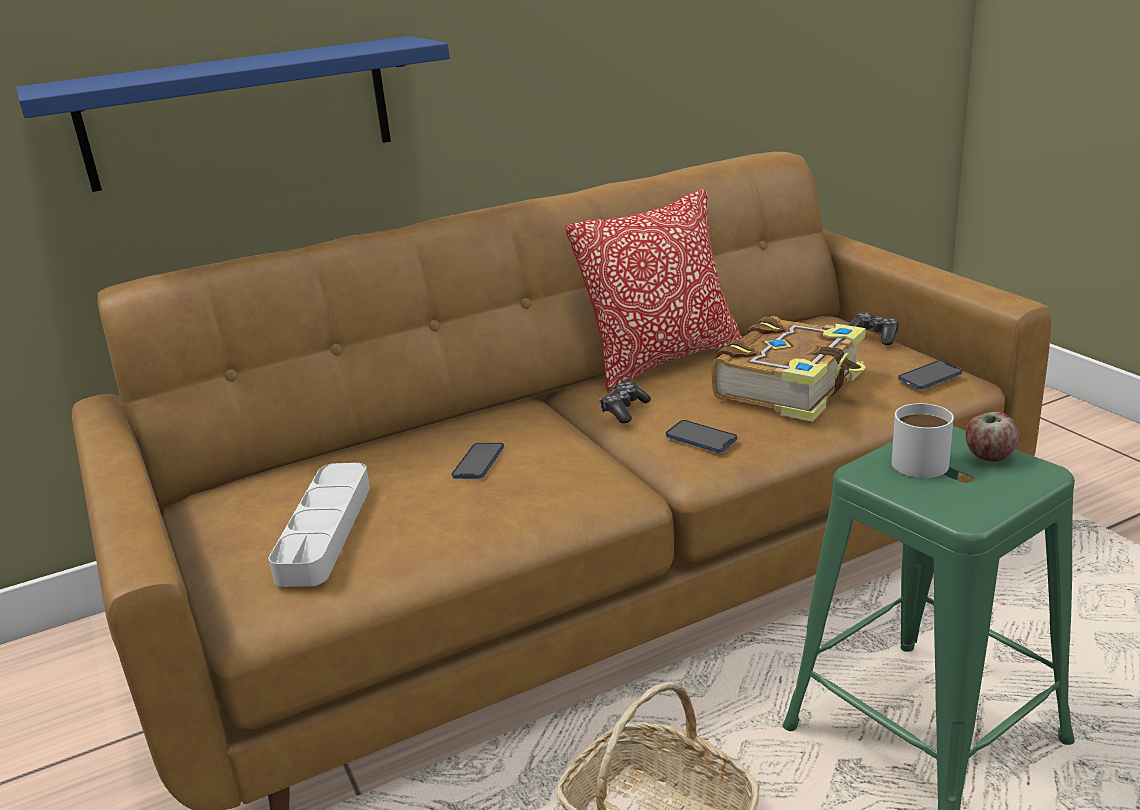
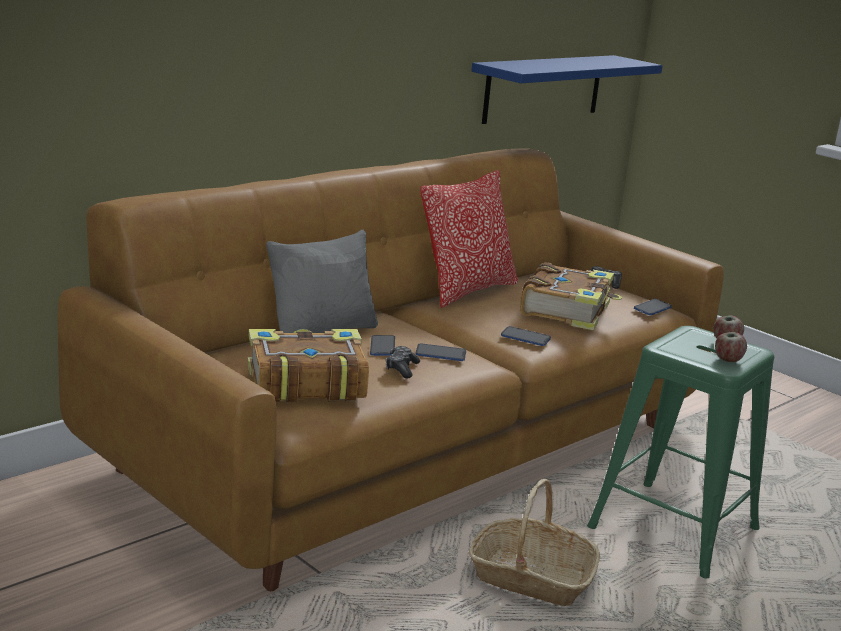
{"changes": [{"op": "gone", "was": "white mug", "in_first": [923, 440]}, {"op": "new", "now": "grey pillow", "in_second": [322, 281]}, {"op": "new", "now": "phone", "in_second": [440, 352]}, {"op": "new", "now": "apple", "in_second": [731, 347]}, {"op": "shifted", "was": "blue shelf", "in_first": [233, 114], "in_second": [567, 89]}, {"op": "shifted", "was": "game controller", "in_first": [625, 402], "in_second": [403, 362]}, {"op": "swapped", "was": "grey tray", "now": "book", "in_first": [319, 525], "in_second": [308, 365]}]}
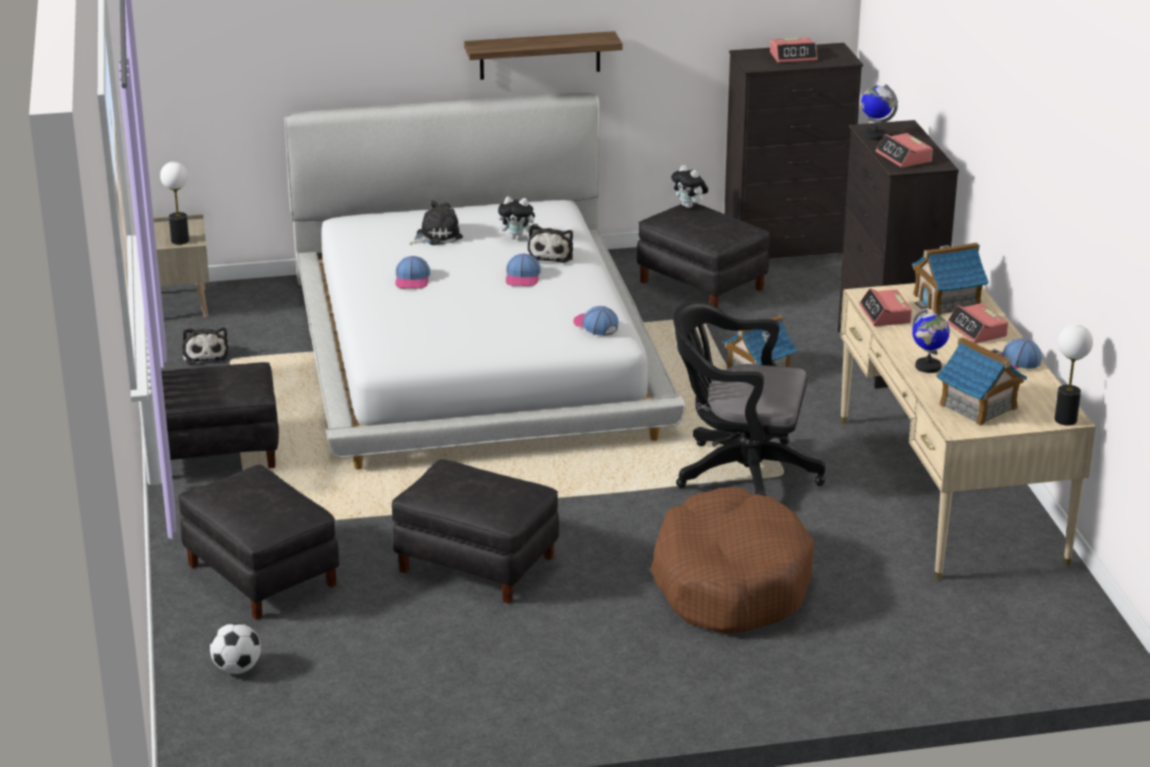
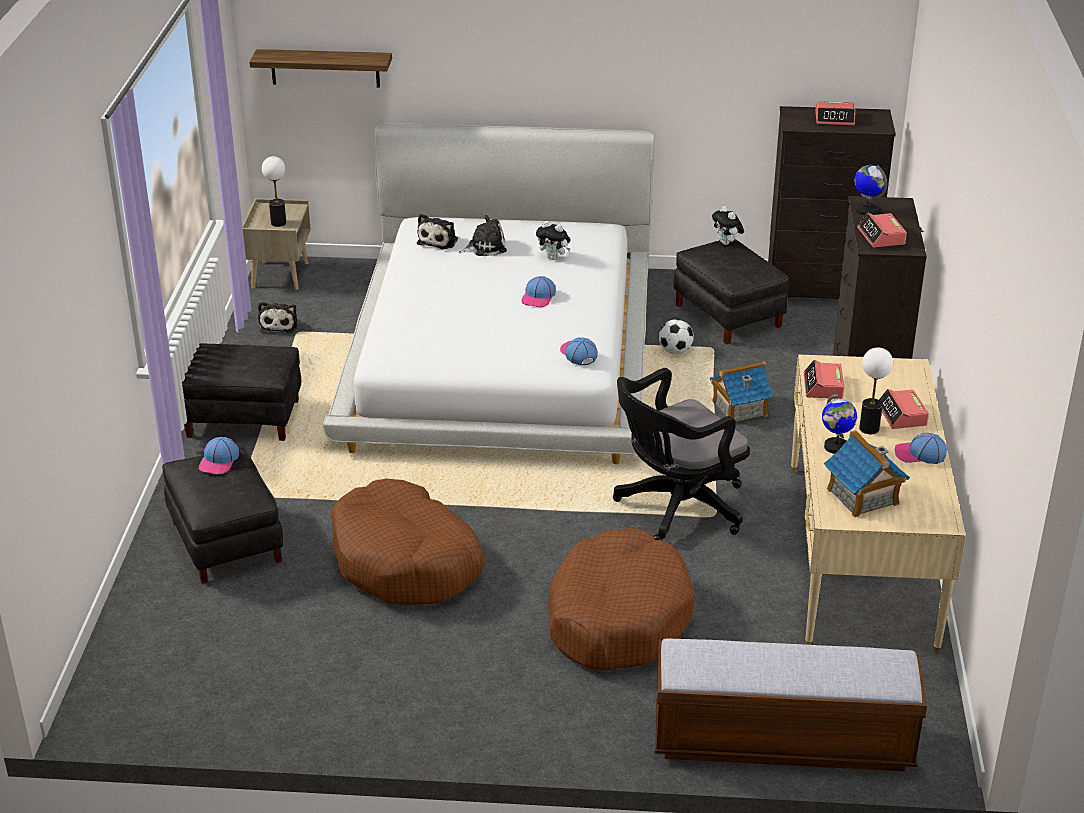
{"changes": [{"op": "gone", "was": "toy house", "in_first": [950, 278]}, {"op": "new", "now": "bench", "in_second": [791, 705]}, {"op": "shifted", "was": "football", "in_first": [235, 648], "in_second": [676, 336]}, {"op": "shifted", "was": "cap", "in_first": [412, 272], "in_second": [219, 455]}, {"op": "shifted", "was": "shelf", "in_first": [543, 55], "in_second": [320, 68]}, {"op": "shifted", "was": "plush toy", "in_first": [550, 243], "in_second": [437, 232]}, {"op": "shifted", "was": "table lamp", "in_first": [1073, 374], "in_second": [876, 390]}, {"op": "swapped", "was": "black ottoman", "now": "brown dog bed", "in_first": [475, 531], "in_second": [408, 541]}, {"op": "rotated", "was": "black office chair", "in_first": [749, 398], "in_second": [681, 454], "clockwise": -60}]}
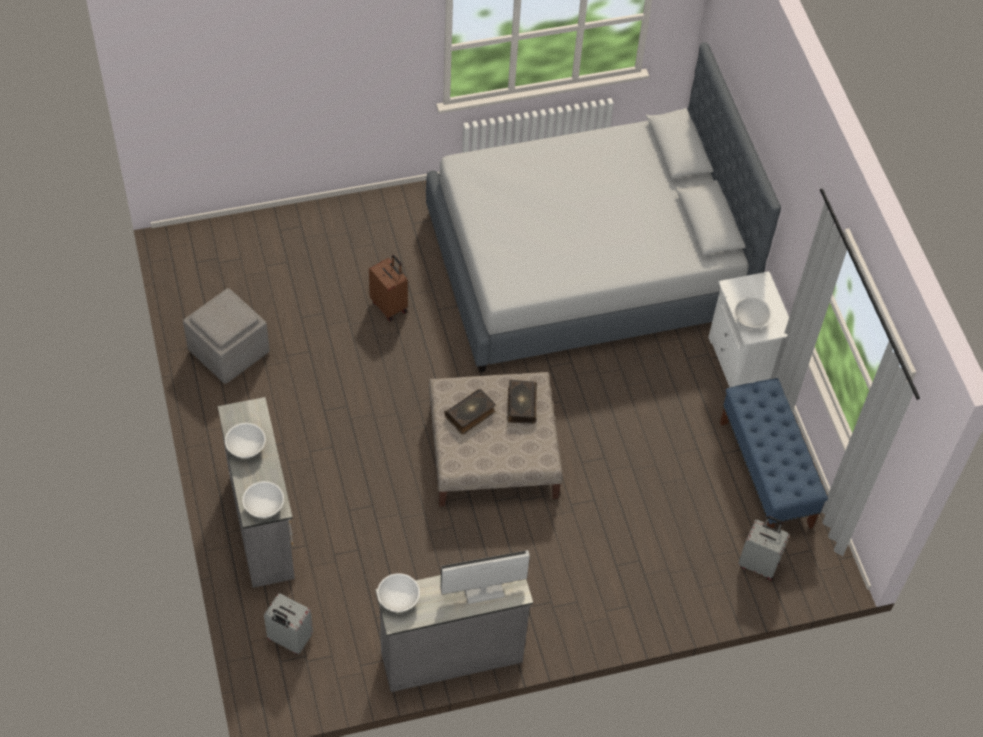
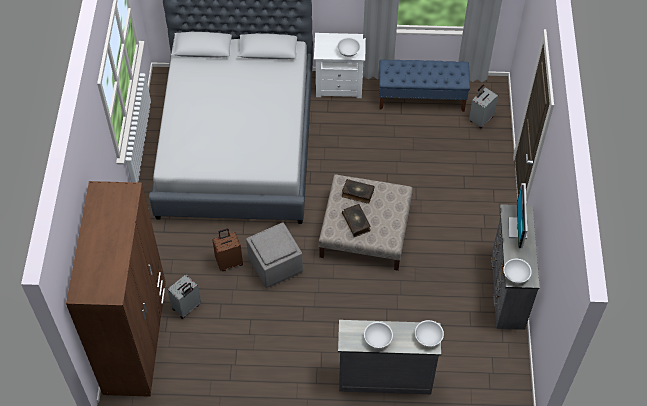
{"changes": [{"op": "new", "now": "brown wardrobe", "in_second": [116, 289]}, {"op": "shifted", "was": "grey ottoman", "in_first": [226, 336], "in_second": [274, 255]}, {"op": "shifted", "was": "grey suitcase", "in_first": [288, 623], "in_second": [184, 297]}]}
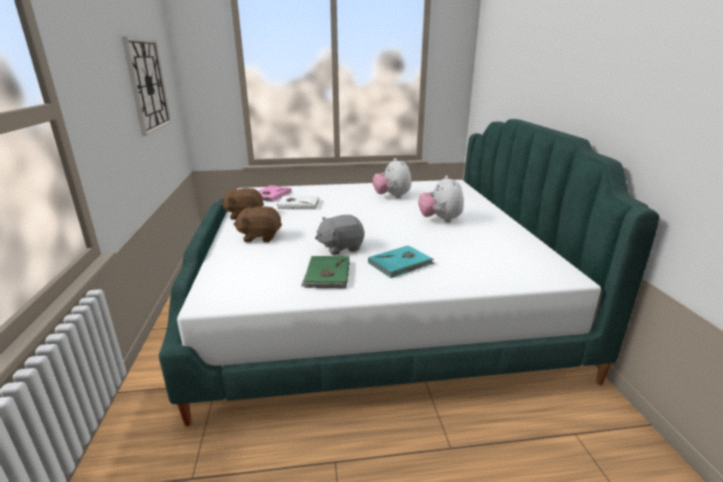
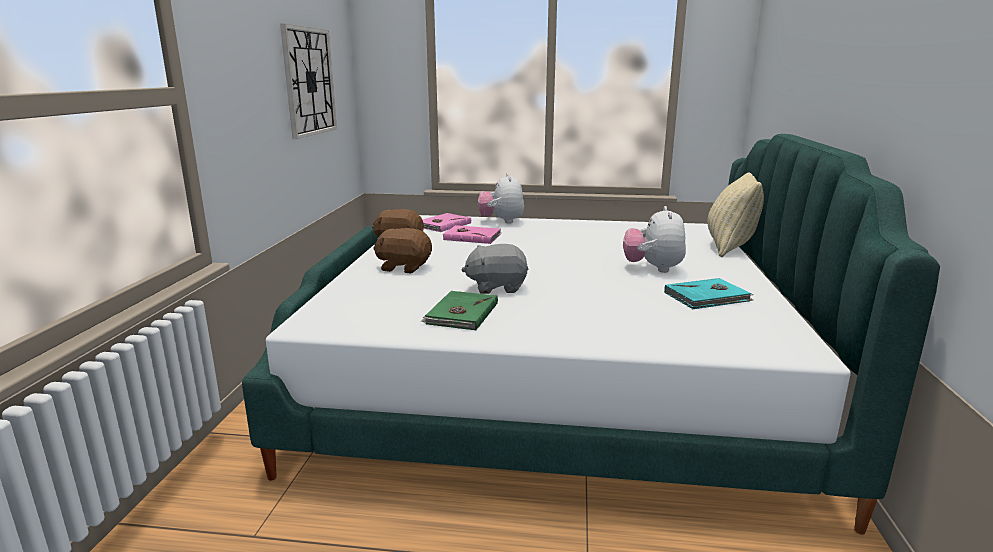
{"changes": [{"op": "new", "now": "beige pillow", "in_second": [735, 215]}, {"op": "shifted", "was": "turquoise book", "in_first": [401, 261], "in_second": [709, 293]}, {"op": "shifted", "was": "plush toy", "in_first": [392, 178], "in_second": [501, 198]}, {"op": "repainted", "was": "white book", "now": "pink book", "in_first": [298, 202], "in_second": [472, 234]}]}
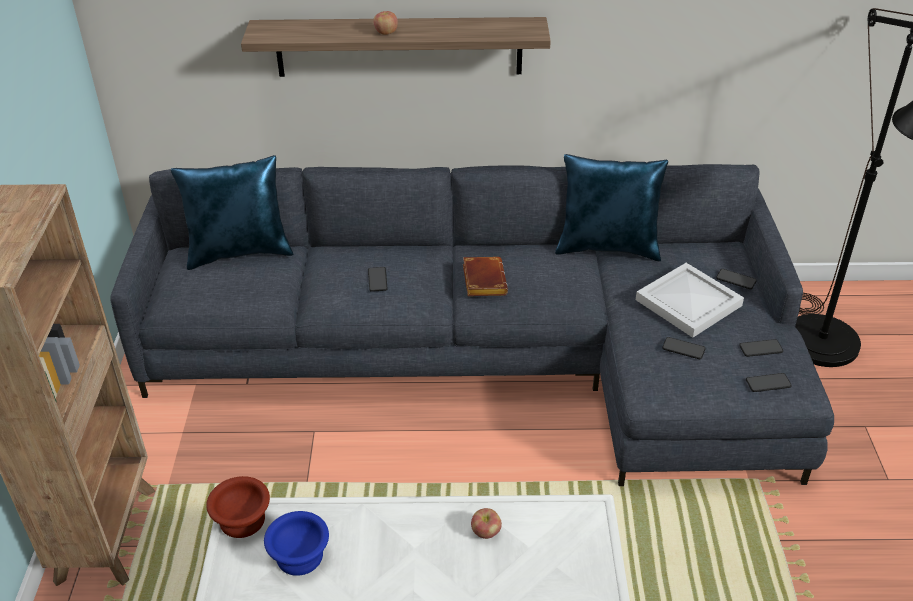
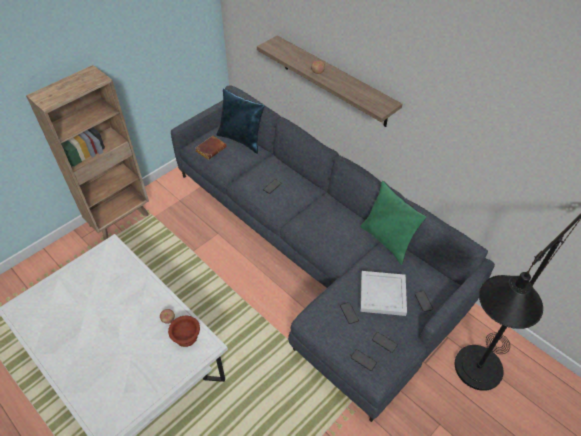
{"changes": [{"op": "gone", "was": "blue bowl", "in_first": [296, 543]}, {"op": "shifted", "was": "brown bowl", "in_first": [238, 507], "in_second": [184, 331]}, {"op": "shifted", "was": "brown book", "in_first": [485, 276], "in_second": [211, 148]}, {"op": "repainted", "was": "blue pillow", "now": "green pillow", "in_first": [611, 207], "in_second": [393, 223]}]}
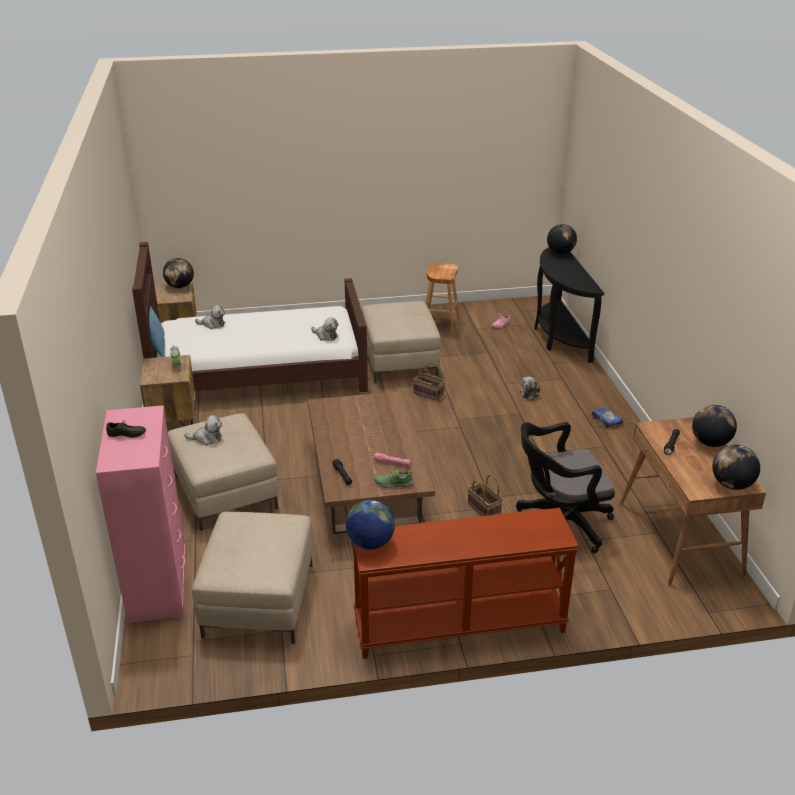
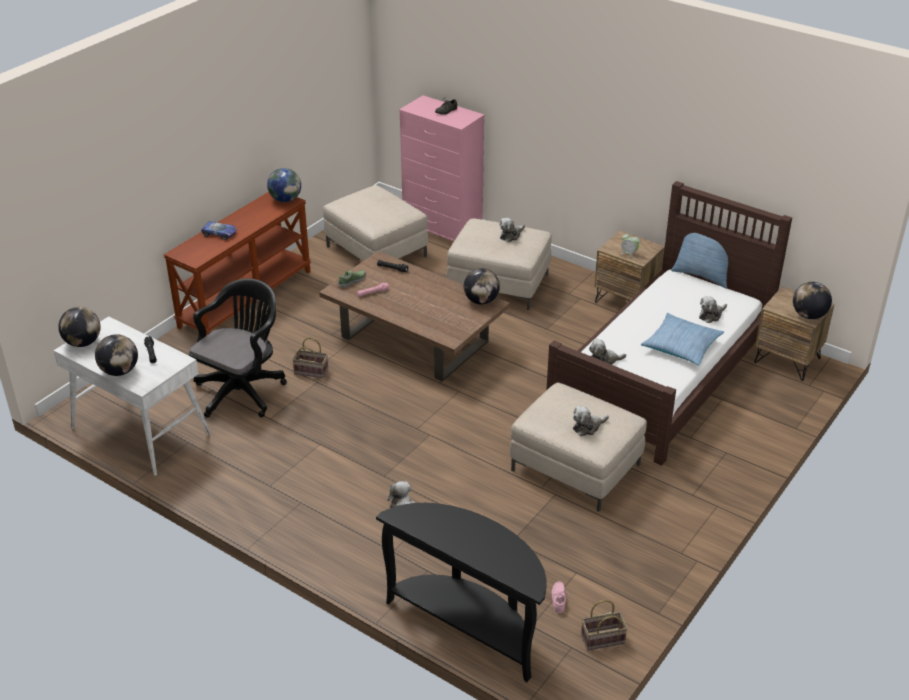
{"changes": [{"op": "gone", "was": "brown stool", "in_first": [442, 299]}, {"op": "new", "now": "plush toy", "in_second": [591, 421]}, {"op": "new", "now": "pillow", "in_second": [682, 339]}, {"op": "shifted", "was": "basket", "in_first": [429, 382], "in_second": [604, 625]}, {"op": "shifted", "was": "globe", "in_first": [562, 239], "in_second": [482, 286]}, {"op": "shifted", "was": "toy car", "in_first": [607, 418], "in_second": [219, 230]}, {"op": "repainted", "was": "brown desk", "now": "white desk", "in_first": [693, 501], "in_second": [131, 396]}]}
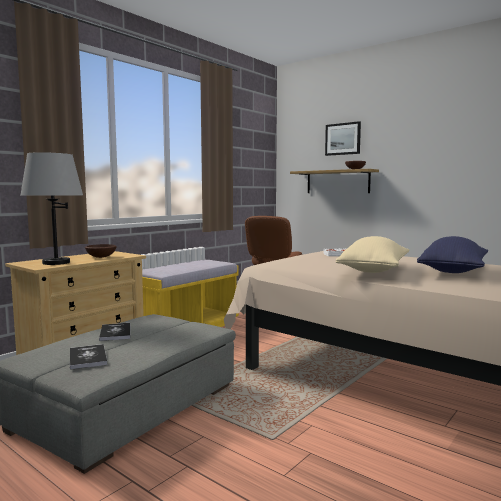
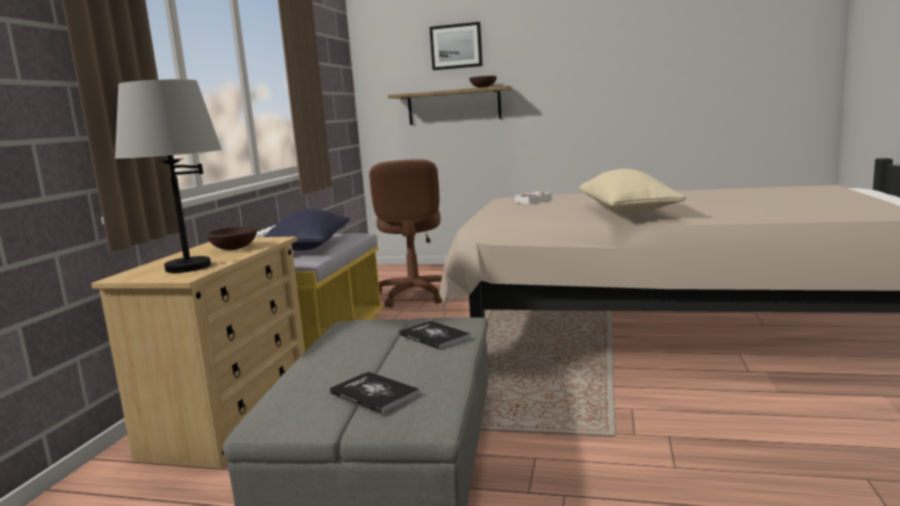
{"changes": [{"op": "shifted", "was": "book", "in_first": [114, 332], "in_second": [435, 335]}, {"op": "shifted", "was": "blue pillow", "in_first": [452, 254], "in_second": [307, 230]}]}
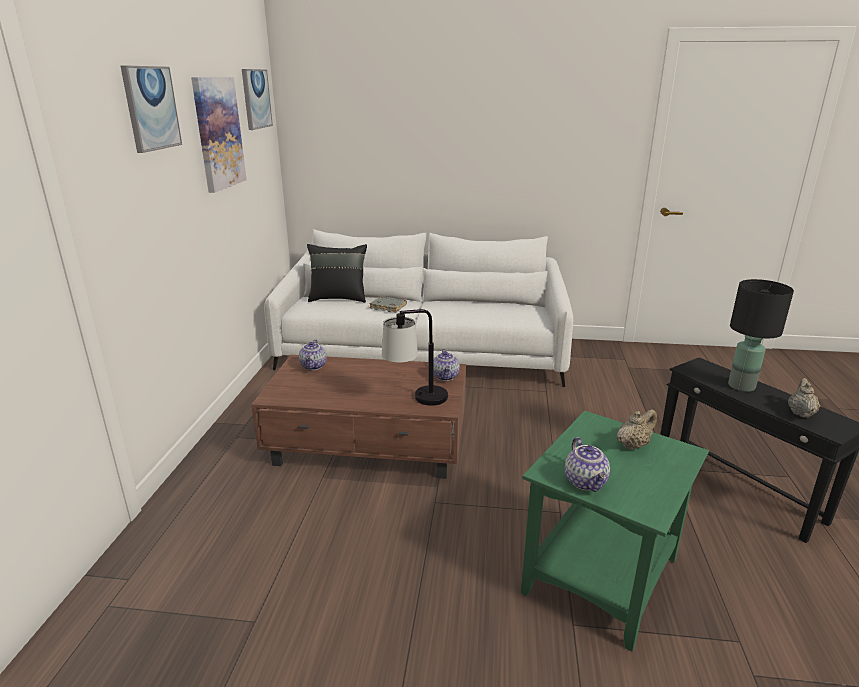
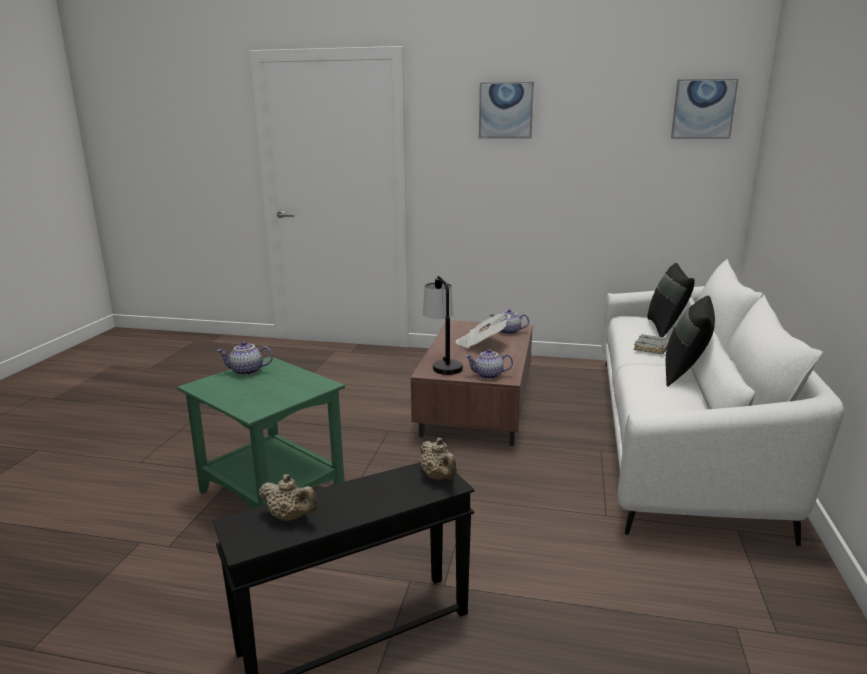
{"changes": [{"op": "gone", "was": "picture", "in_first": [219, 135]}, {"op": "gone", "was": "black table lamp", "in_first": [761, 335]}, {"op": "new", "now": "newspaper", "in_second": [483, 331]}, {"op": "new", "now": "black pillow", "in_second": [690, 341]}, {"op": "shifted", "was": "beige teapot", "in_first": [636, 429], "in_second": [438, 459]}]}
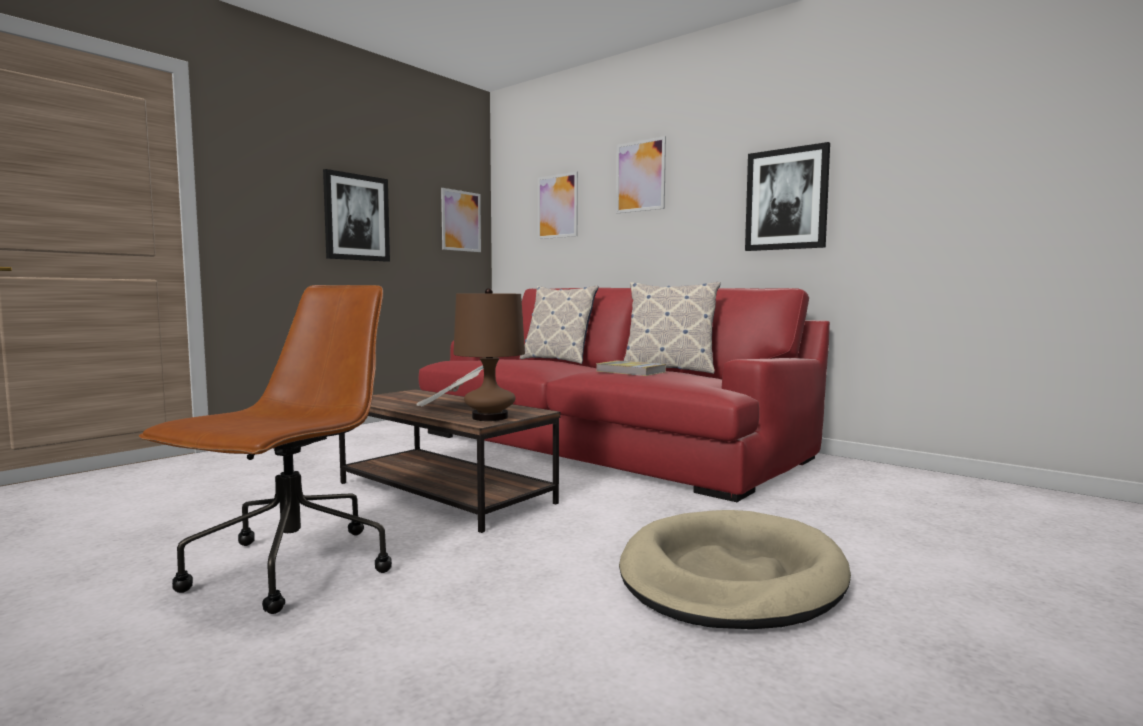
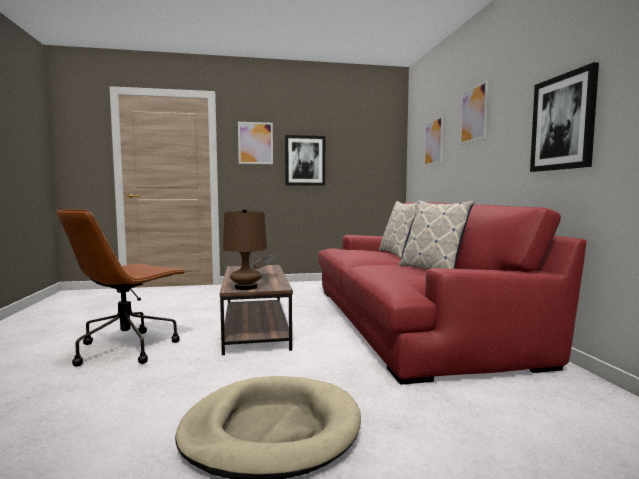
{"changes": [{"op": "gone", "was": "book", "in_first": [631, 368]}, {"op": "shifted", "was": "picture", "in_first": [461, 220], "in_second": [255, 143]}, {"op": "rotated", "was": "brown office chair", "in_first": [265, 449], "in_second": [121, 288], "clockwise": 150}]}
